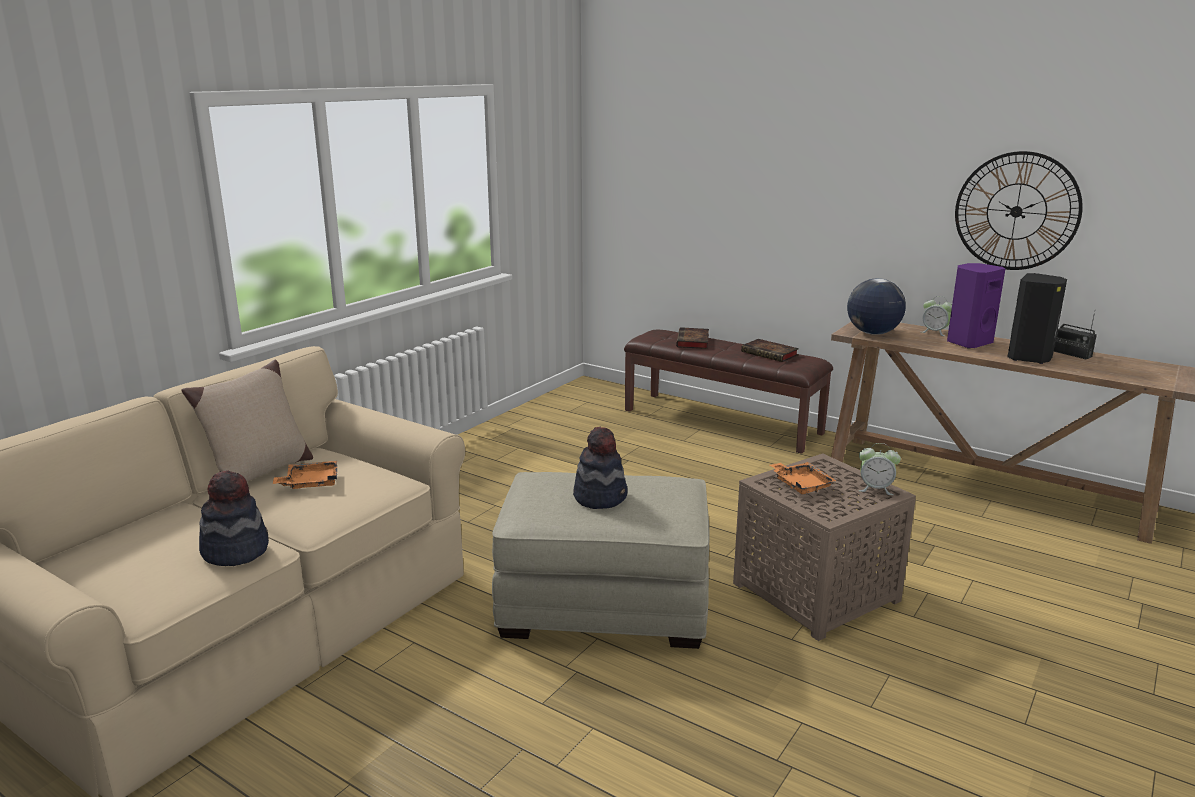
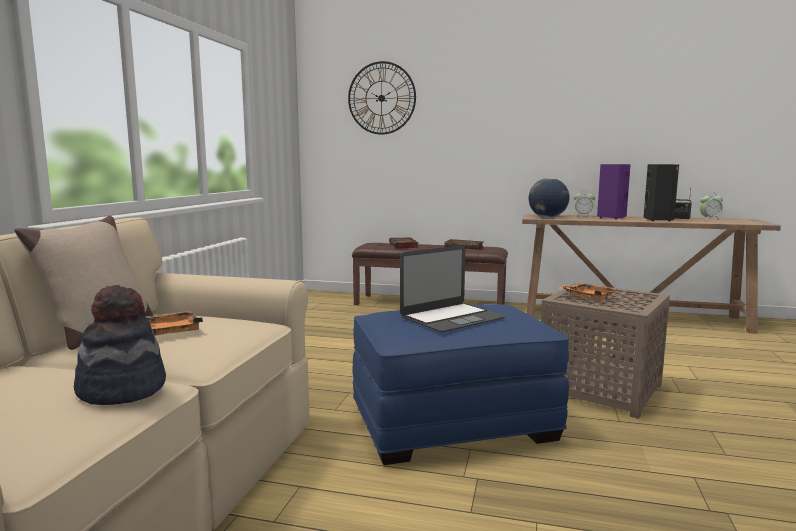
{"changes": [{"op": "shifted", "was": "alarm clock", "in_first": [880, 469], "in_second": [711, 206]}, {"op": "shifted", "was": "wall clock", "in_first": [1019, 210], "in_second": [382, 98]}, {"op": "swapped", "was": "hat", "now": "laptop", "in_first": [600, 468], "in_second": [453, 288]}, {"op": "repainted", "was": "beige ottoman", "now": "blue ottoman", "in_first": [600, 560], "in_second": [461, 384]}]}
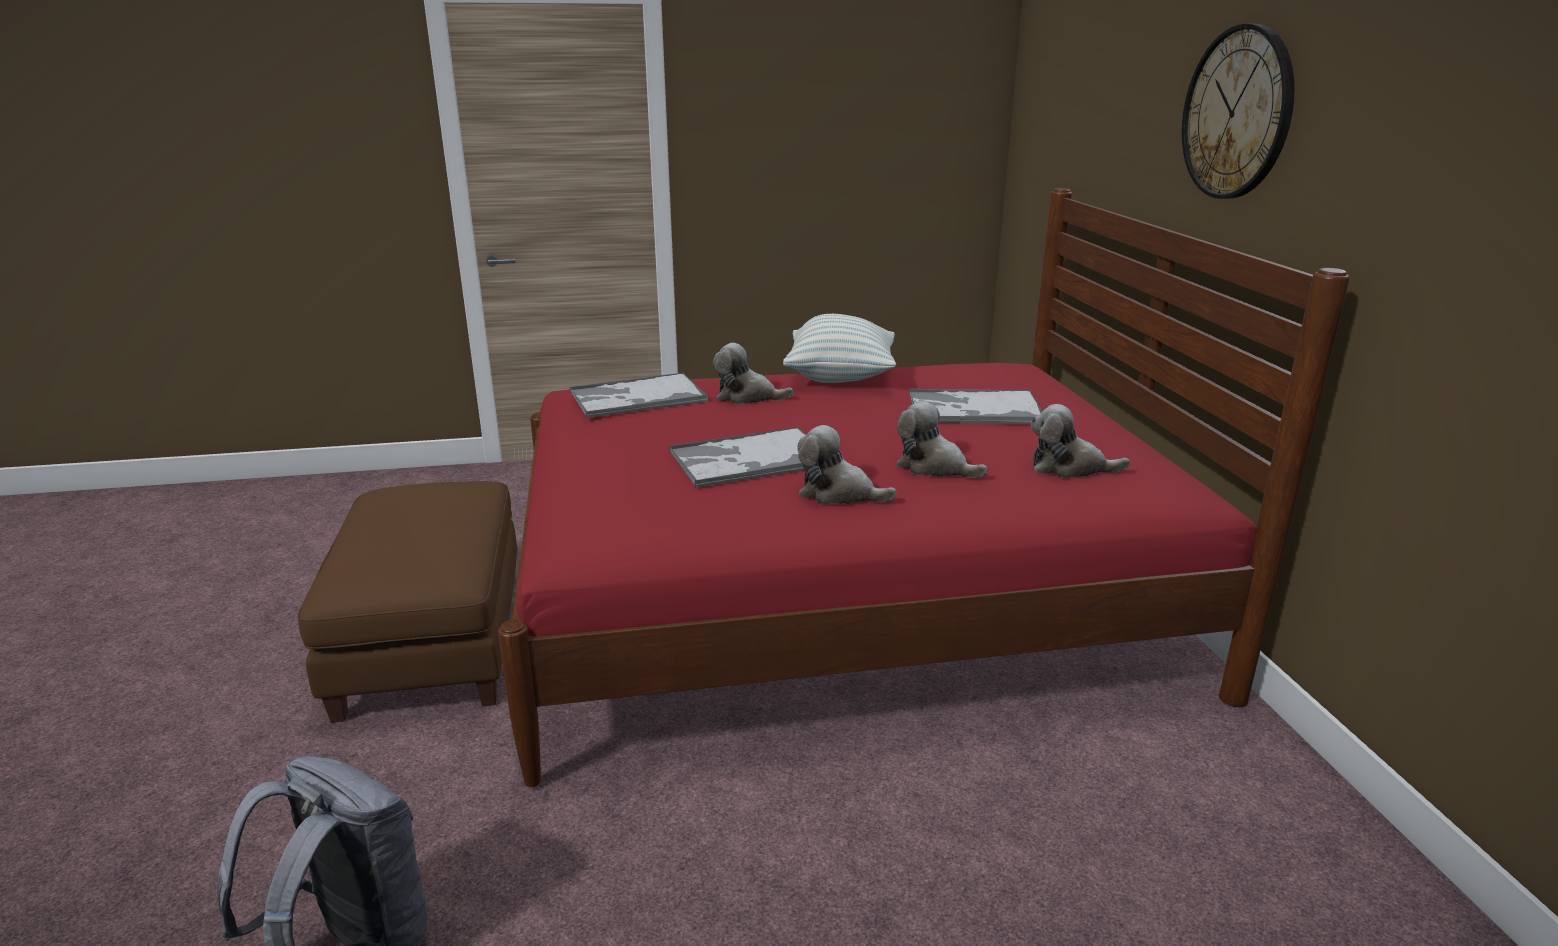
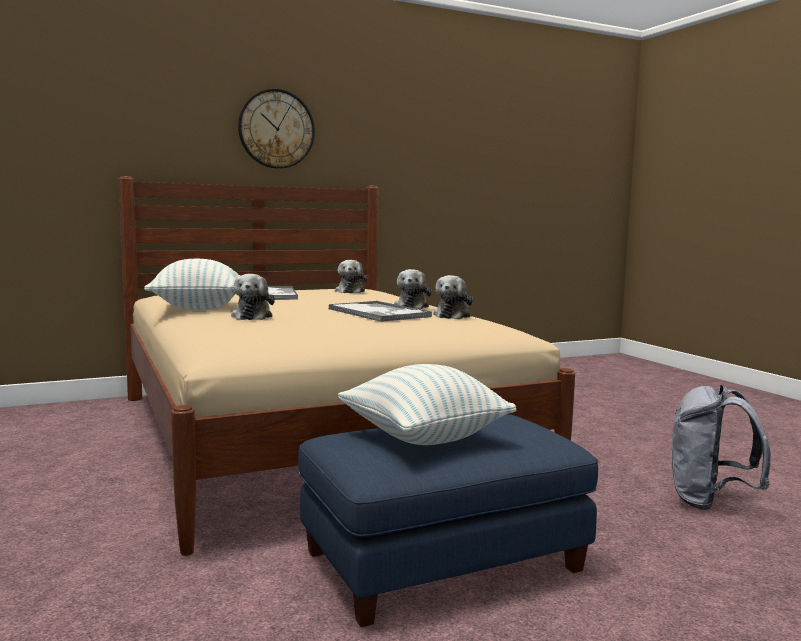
{"changes": [{"op": "gone", "was": "tray", "in_first": [639, 395]}, {"op": "new", "now": "pillow", "in_second": [427, 404]}, {"op": "shifted", "was": "plush toy", "in_first": [941, 439], "in_second": [453, 297]}, {"op": "repainted", "was": "brown ottoman", "now": "blue ottoman", "in_first": [407, 602], "in_second": [448, 520]}, {"op": "repainted", "was": "red bed", "now": "beige bed", "in_first": [924, 487], "in_second": [346, 366]}]}
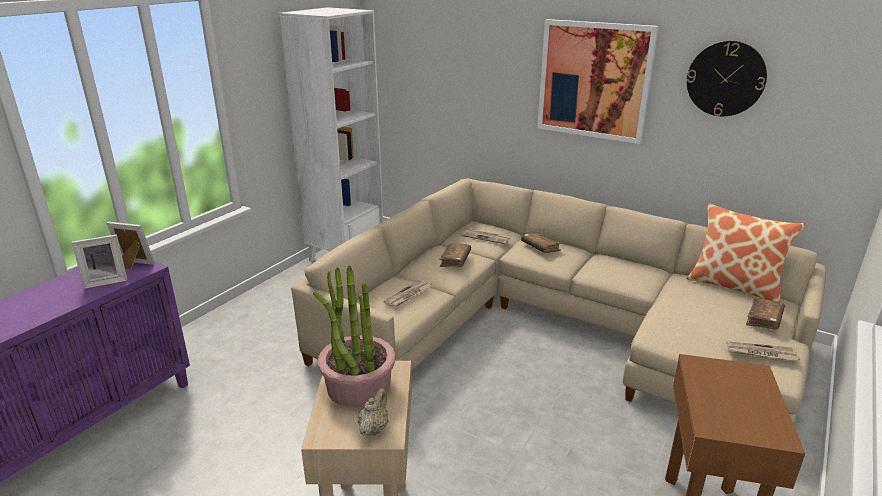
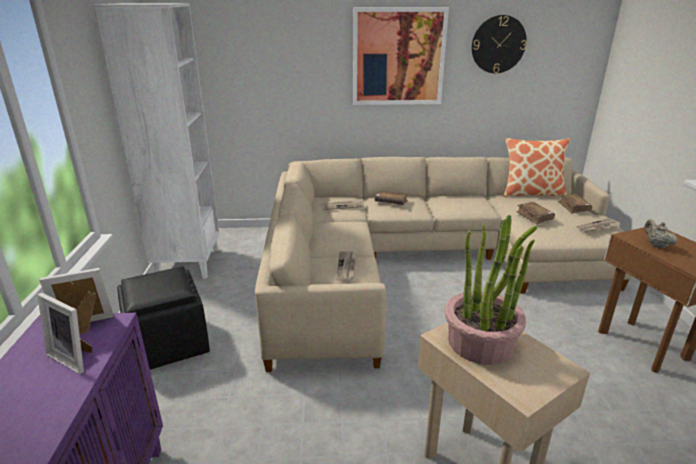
{"changes": [{"op": "new", "now": "black ottoman", "in_second": [163, 318]}, {"op": "shifted", "was": "beige teapot", "in_first": [373, 412], "in_second": [661, 233]}, {"op": "shifted", "was": "brown book", "in_first": [455, 255], "in_second": [535, 213]}, {"op": "rotated", "was": "picture frame", "in_first": [100, 261], "in_second": [64, 333], "clockwise": 90}]}
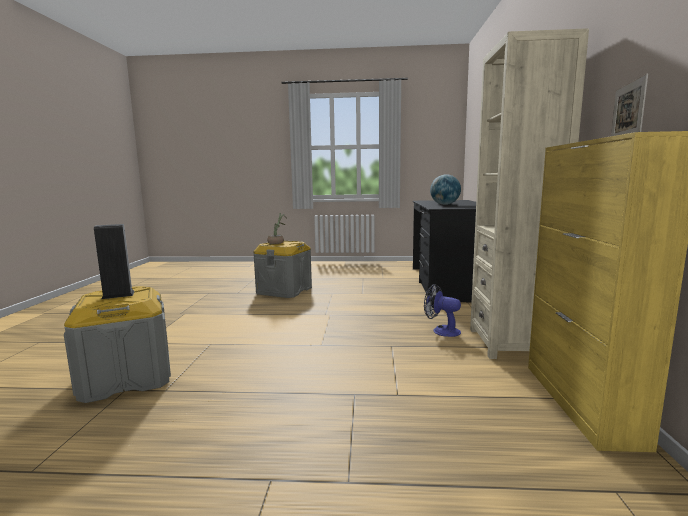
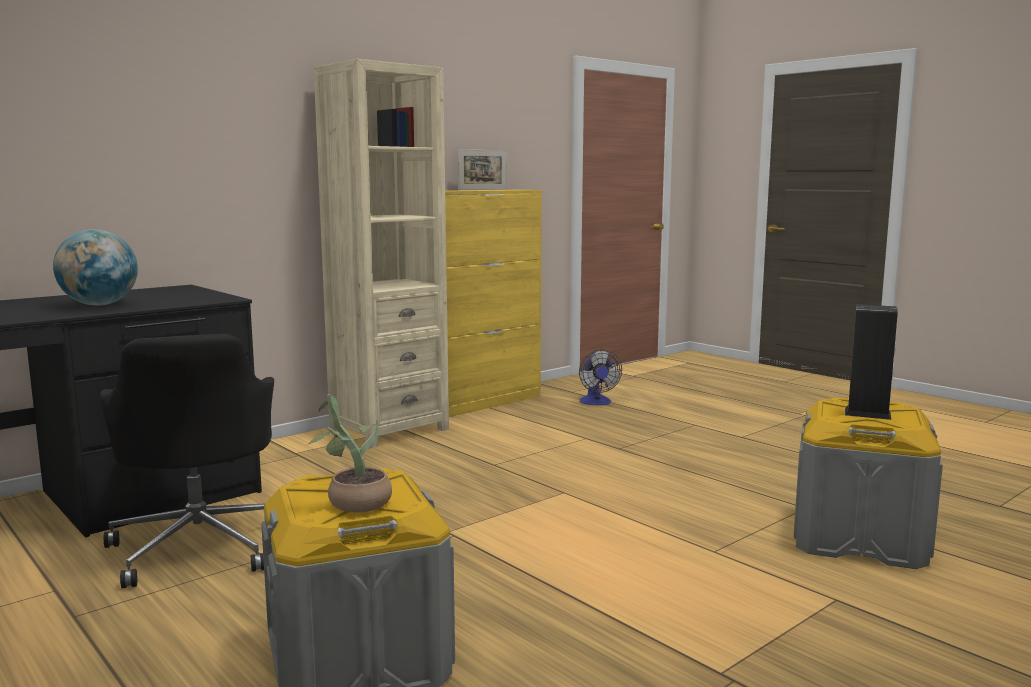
{"changes": [{"op": "new", "now": "black office chair", "in_second": [187, 461]}, {"op": "shifted", "was": "fan", "in_first": [442, 310], "in_second": [600, 377]}]}
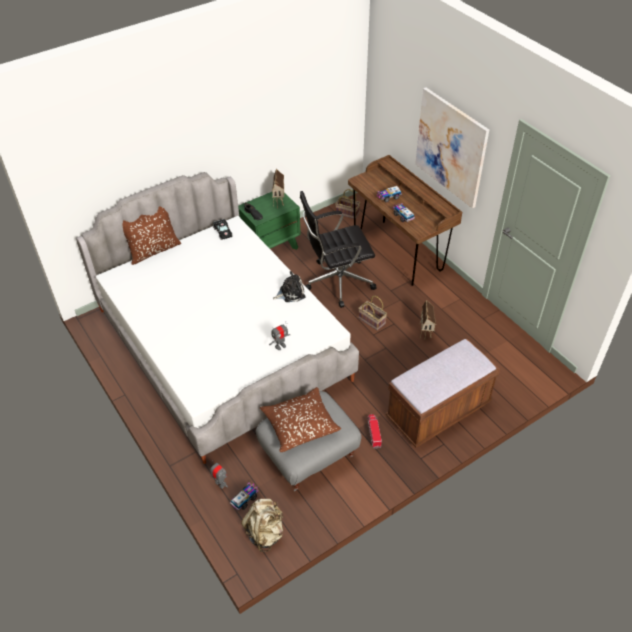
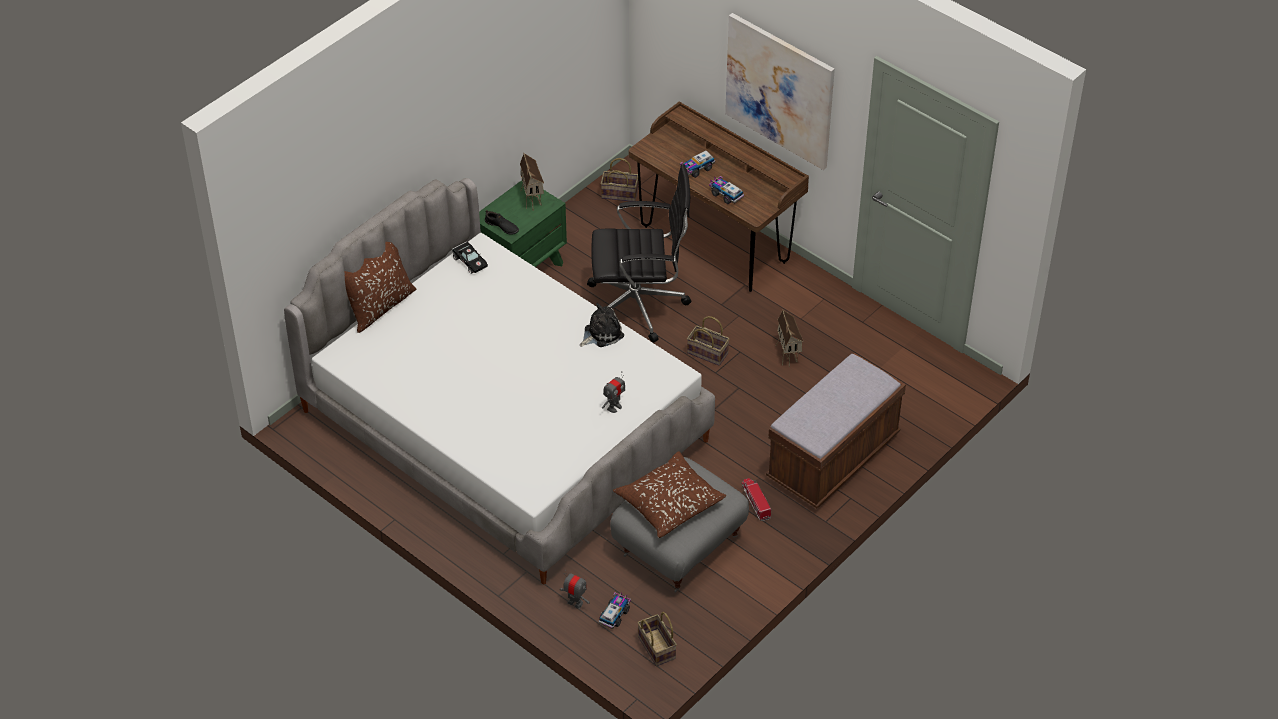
{"changes": [{"op": "swapped", "was": "beige backpack", "now": "basket", "in_first": [262, 525], "in_second": [657, 639]}, {"op": "rotated", "was": "black office chair", "in_first": [338, 249], "in_second": [639, 253], "clockwise": -150}]}
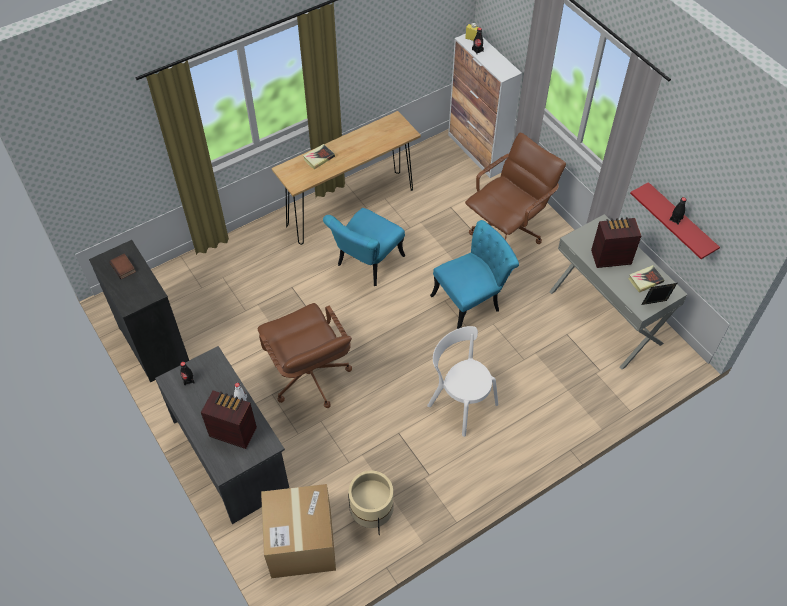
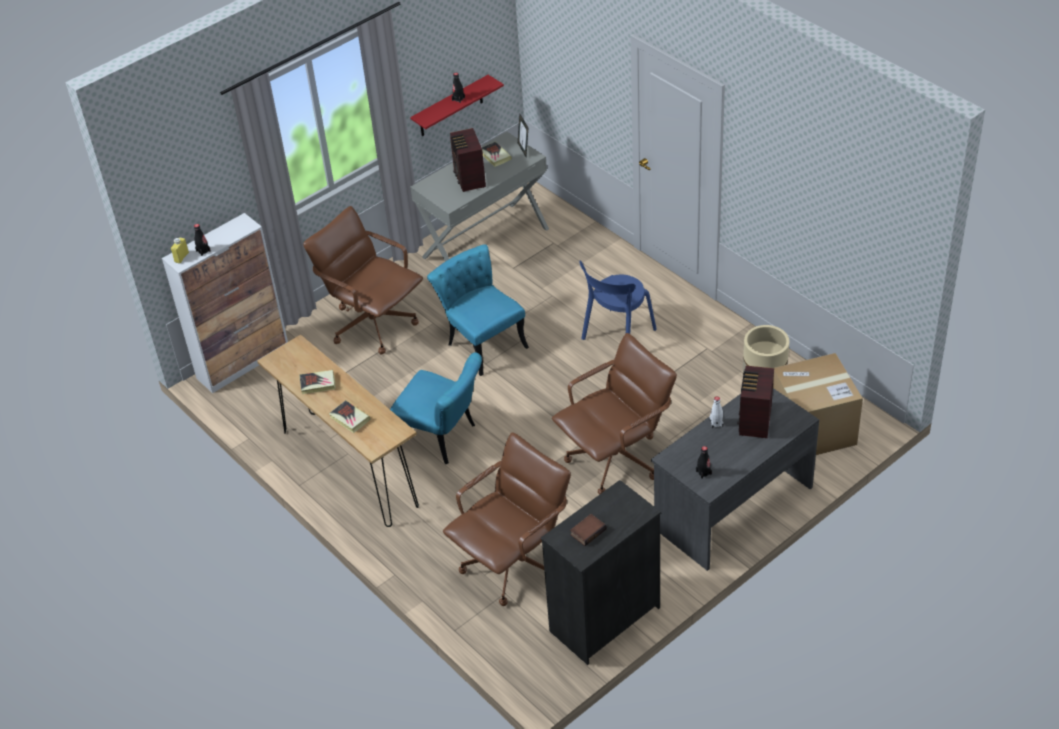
{"changes": [{"op": "new", "now": "book", "in_second": [317, 382]}, {"op": "new", "now": "brown office chair", "in_second": [507, 519]}, {"op": "repainted", "was": "white chair", "now": "blue chair", "in_first": [462, 381], "in_second": [618, 300]}]}
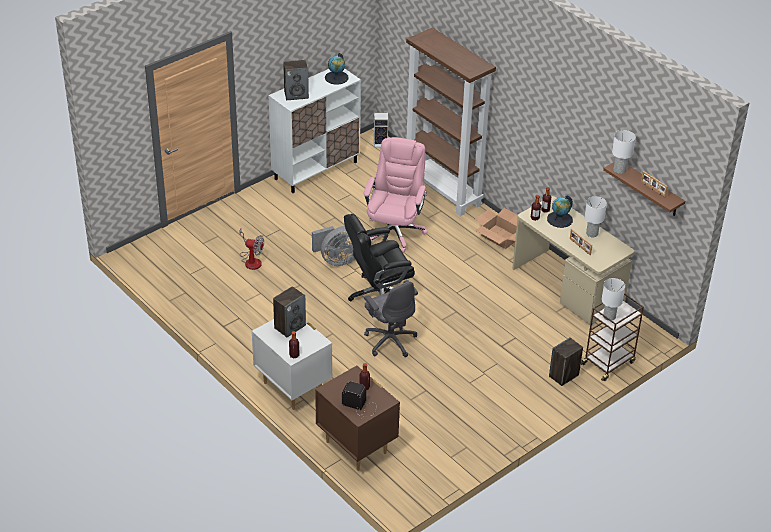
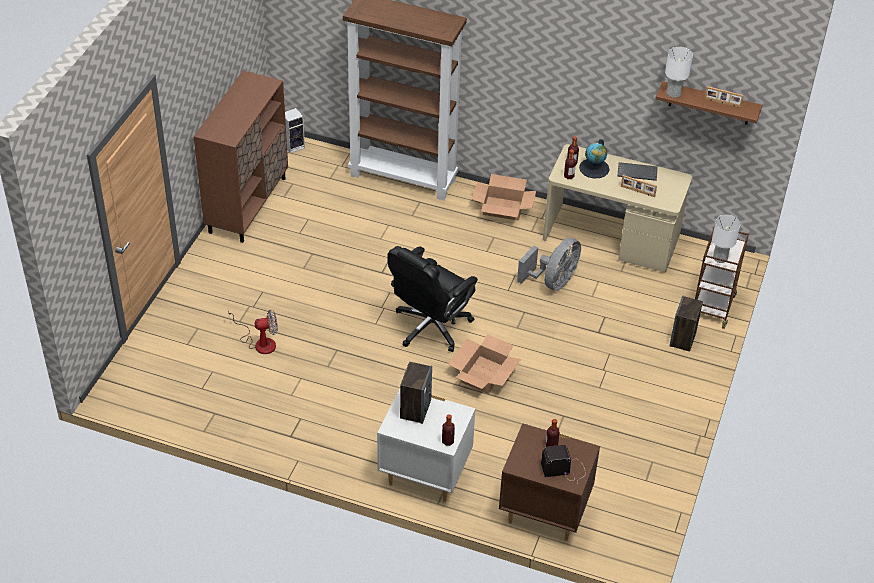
{"changes": [{"op": "gone", "was": "speaker", "in_first": [296, 80]}, {"op": "gone", "was": "globe", "in_first": [337, 69]}, {"op": "gone", "was": "pink office chair", "in_first": [396, 194]}, {"op": "shifted", "was": "grey fan", "in_first": [333, 246], "in_second": [549, 264]}, {"op": "swapped", "was": "grey office chair", "now": "cardboard box", "in_first": [391, 318], "in_second": [484, 364]}, {"op": "swapped", "was": "white table lamp", "now": "keyboard", "in_first": [596, 216], "in_second": [637, 171]}, {"op": "repainted", "was": "white cabinet", "now": "brown cabinet", "in_first": [314, 130], "in_second": [240, 157]}]}
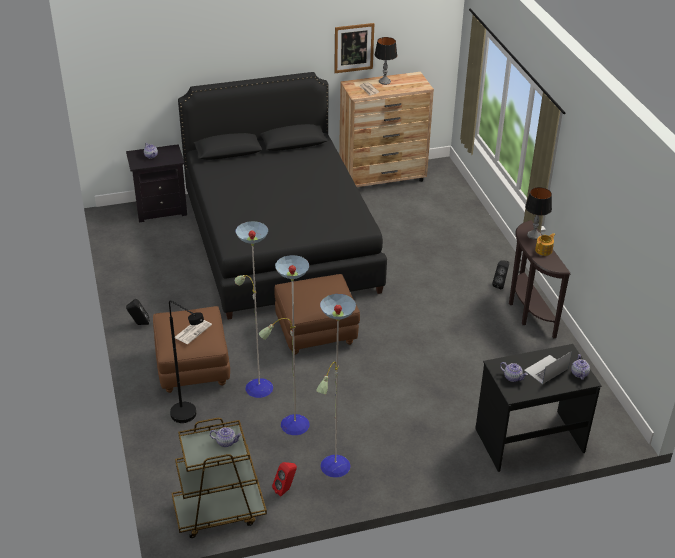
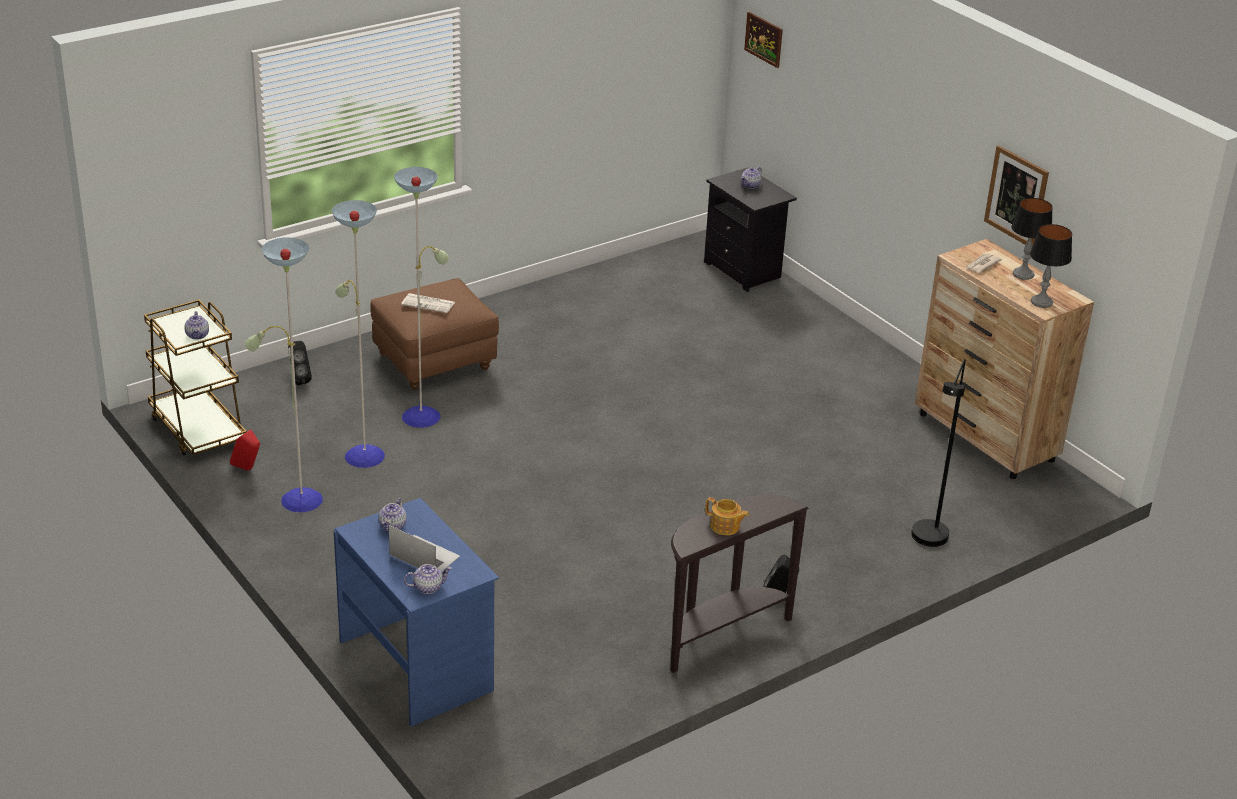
{"changes": [{"op": "gone", "was": "black bed", "in_first": [282, 196]}, {"op": "gone", "was": "brown ottoman", "in_first": [317, 314]}, {"op": "new", "now": "picture", "in_second": [763, 40]}, {"op": "shifted", "was": "black speaker", "in_first": [138, 312], "in_second": [300, 363]}, {"op": "shifted", "was": "black floor lamp", "in_first": [186, 362], "in_second": [938, 453]}, {"op": "shifted", "was": "table lamp", "in_first": [538, 213], "in_second": [1051, 266]}, {"op": "repainted", "was": "black desk", "now": "blue desk", "in_first": [538, 408], "in_second": [416, 612]}]}
